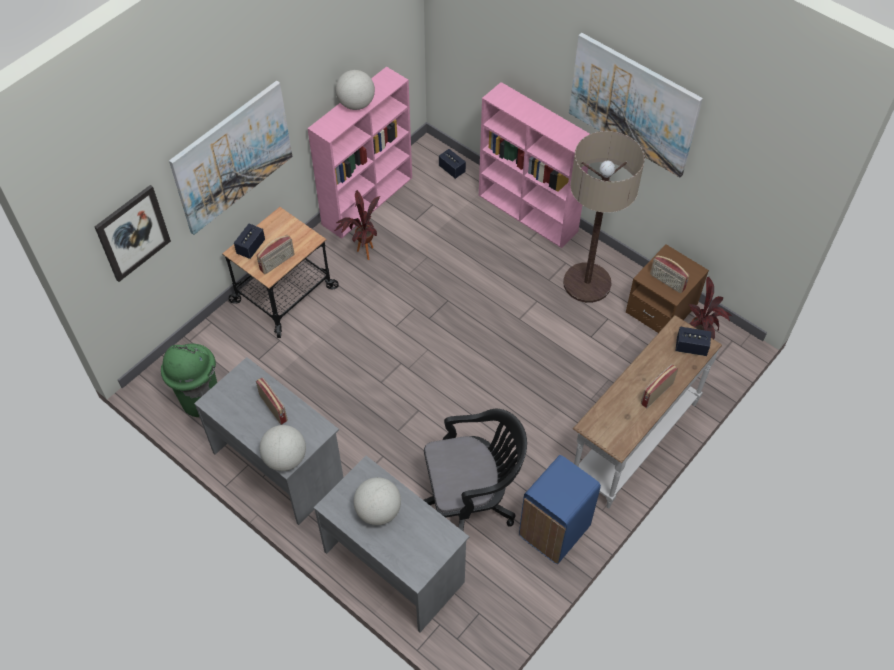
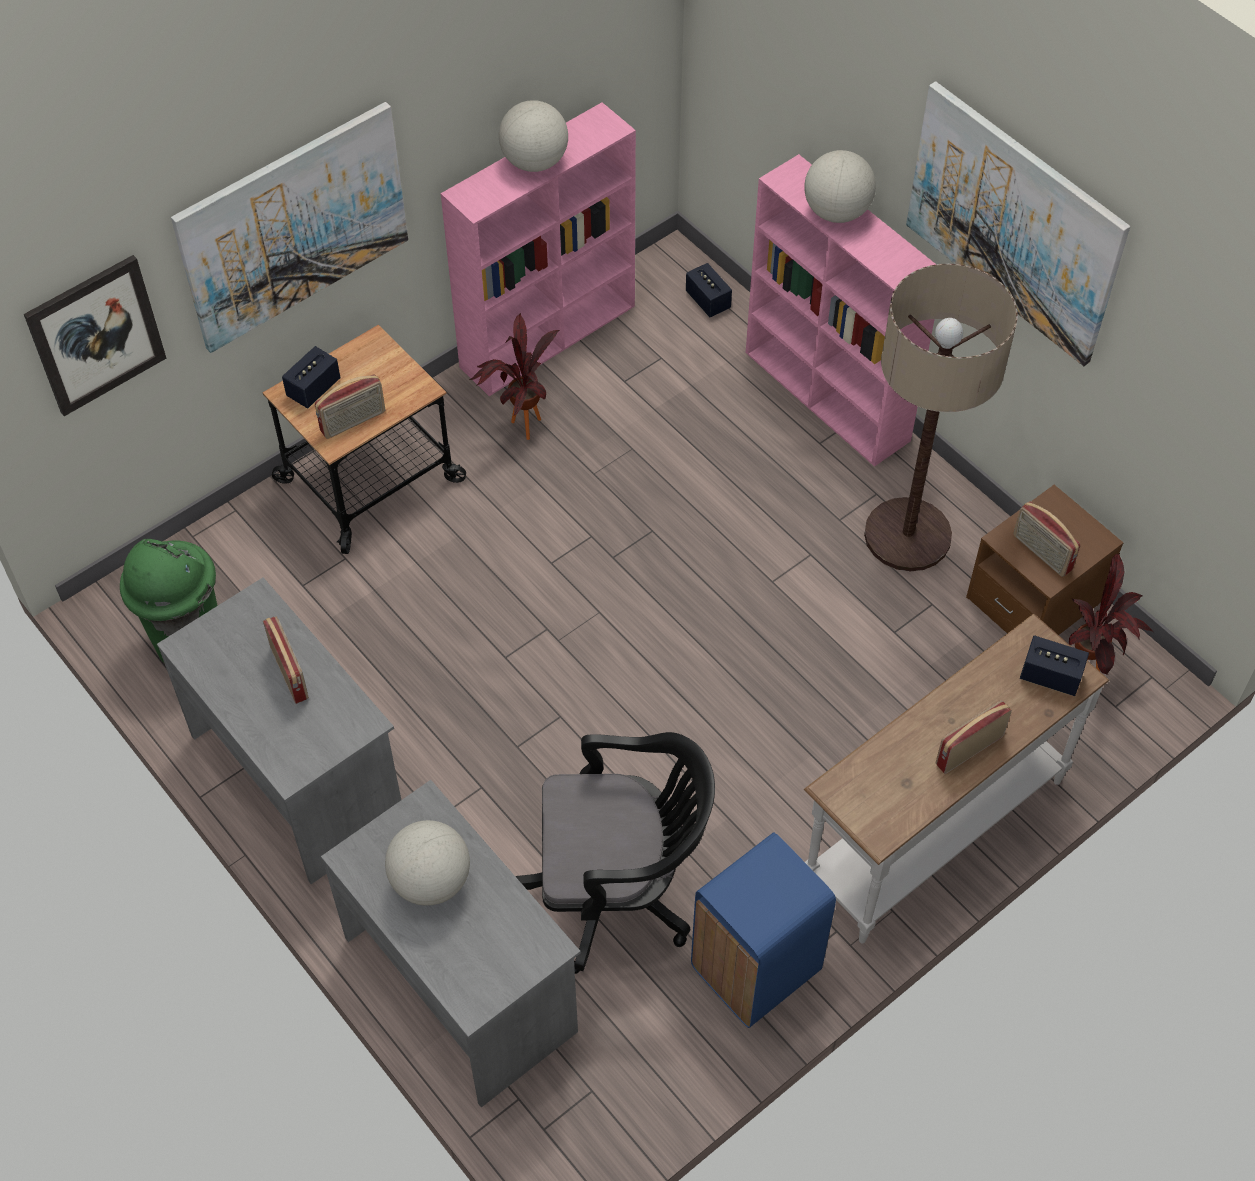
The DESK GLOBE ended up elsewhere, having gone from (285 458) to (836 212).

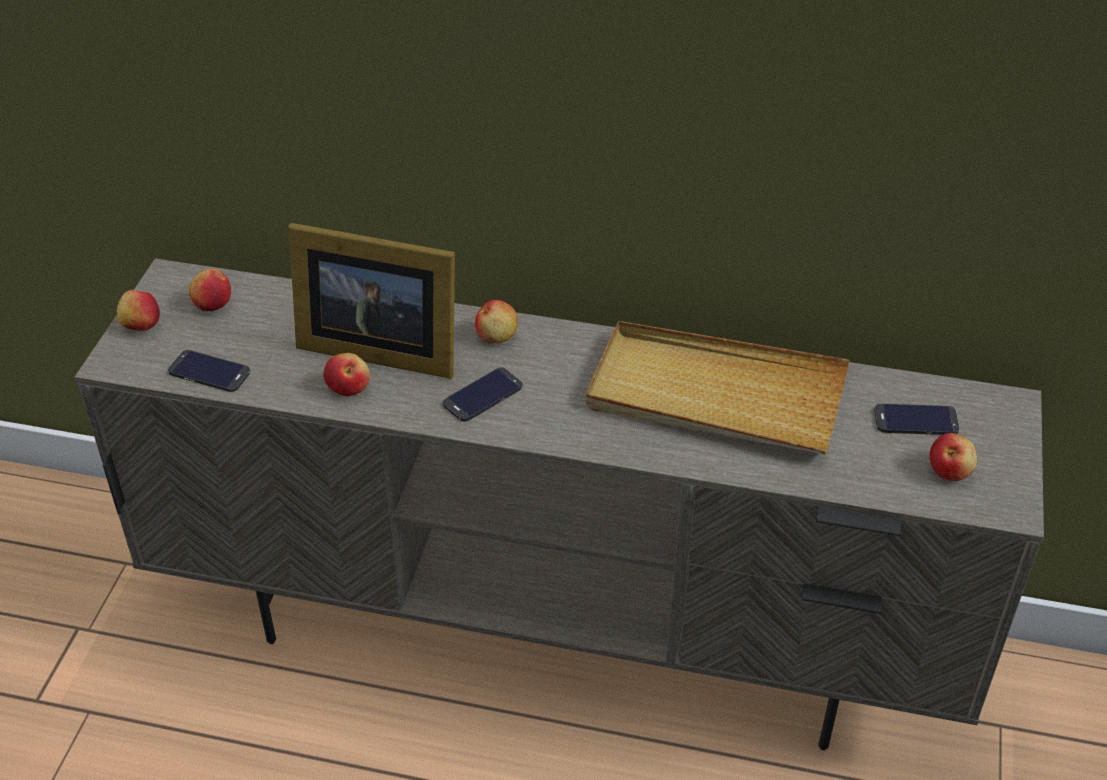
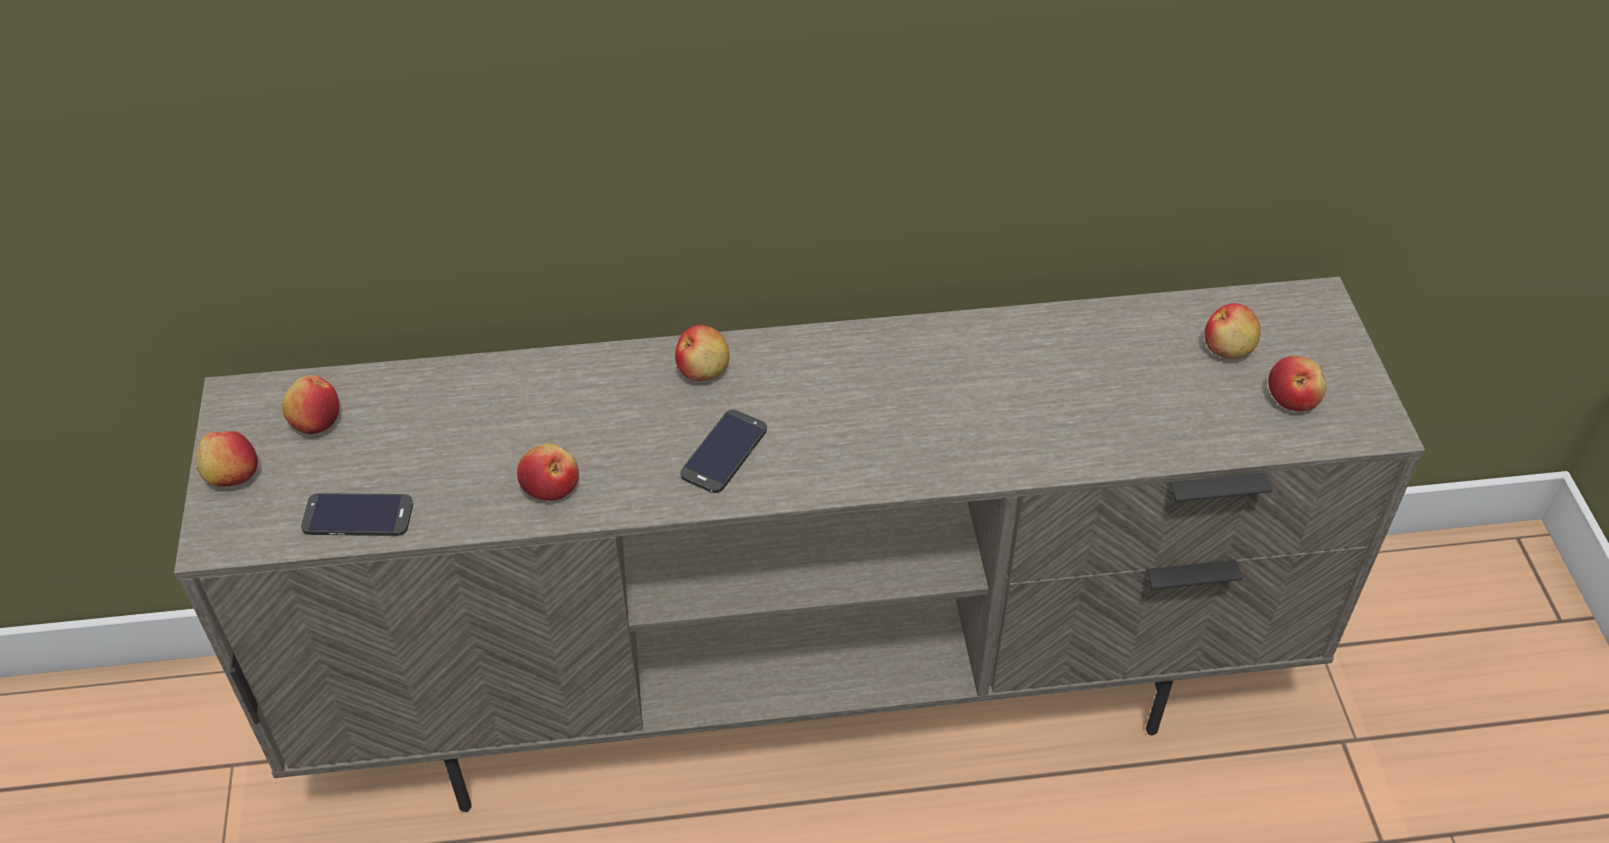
The second view lost the STANDING FRAME at (376 347).
The second view lost the BEIGE SERVING TRAY at (715 395).
Where the HANDSET stood at (916 420), the WHOLE APPLE came to stand at (1228 348).

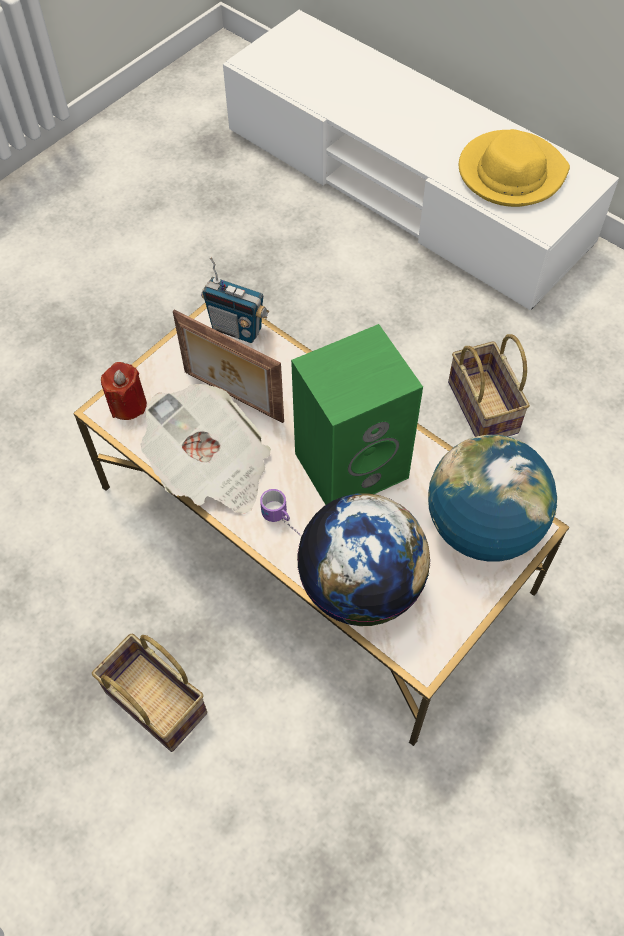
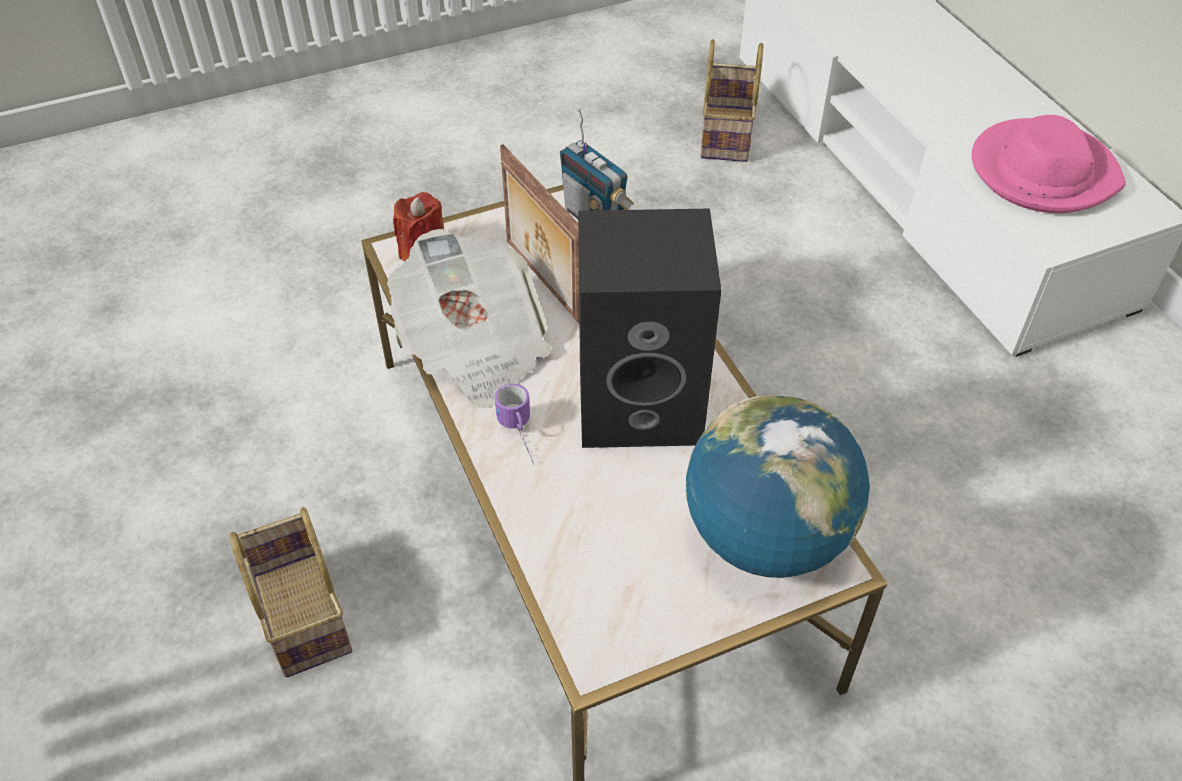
The second view lost the DESK GLOBE at (361 586).
The HOUSEHOLD BASKET ended up elsewhere, having gone from (485 408) to (728 135).
What was the GREENISH AUDIO SPEAKER at (352 463) turned into the BLACKISH AUDIO SPEAKER at (643 402).
What was the YELLOWISH WEARABLE HAT at (510 173) turned into the PINK-COLOURED WEARABLE HAT at (1042 172).

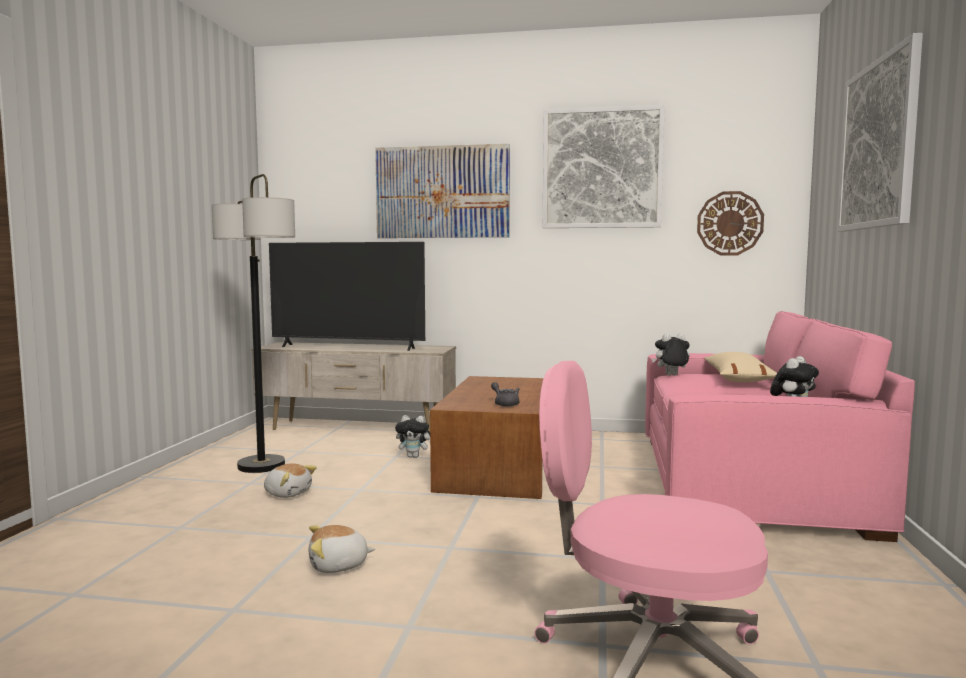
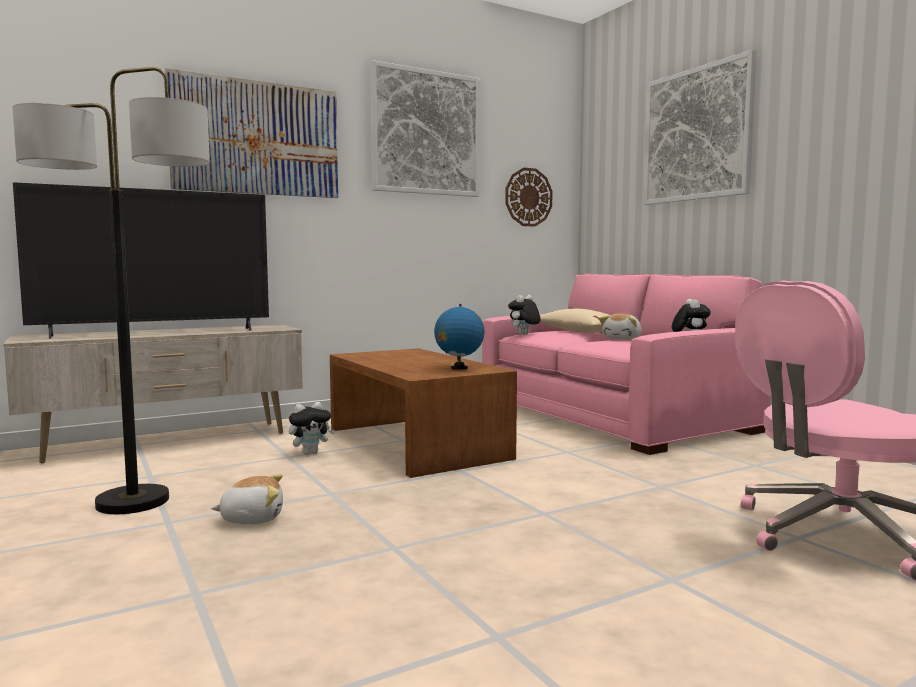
The SOFT TOY ended up elsewhere, having gone from (338 566) to (623 339).
Where the GRAY TEAPOT stood at (505 404), the DESK GLOBE came to stand at (459 368).

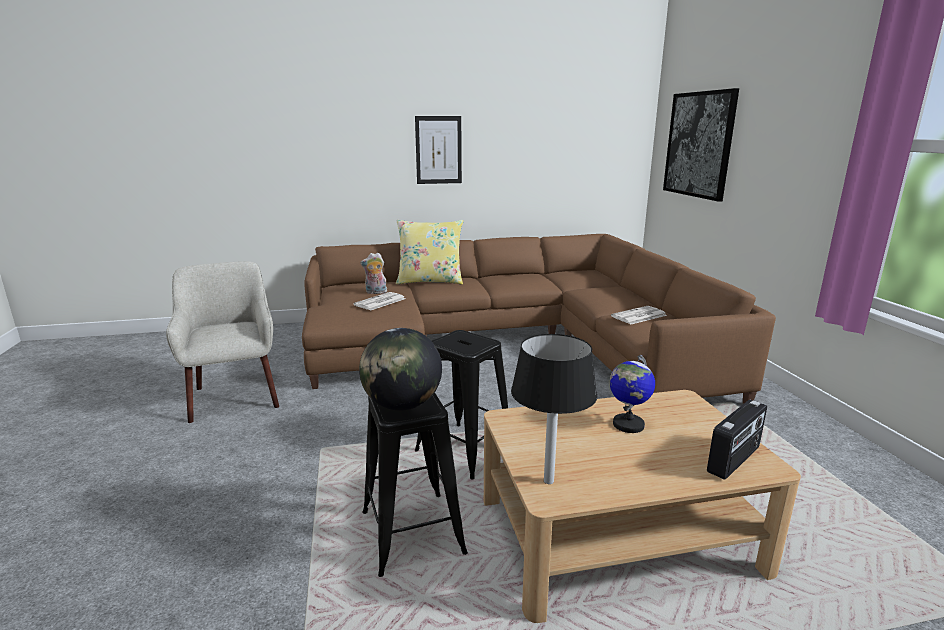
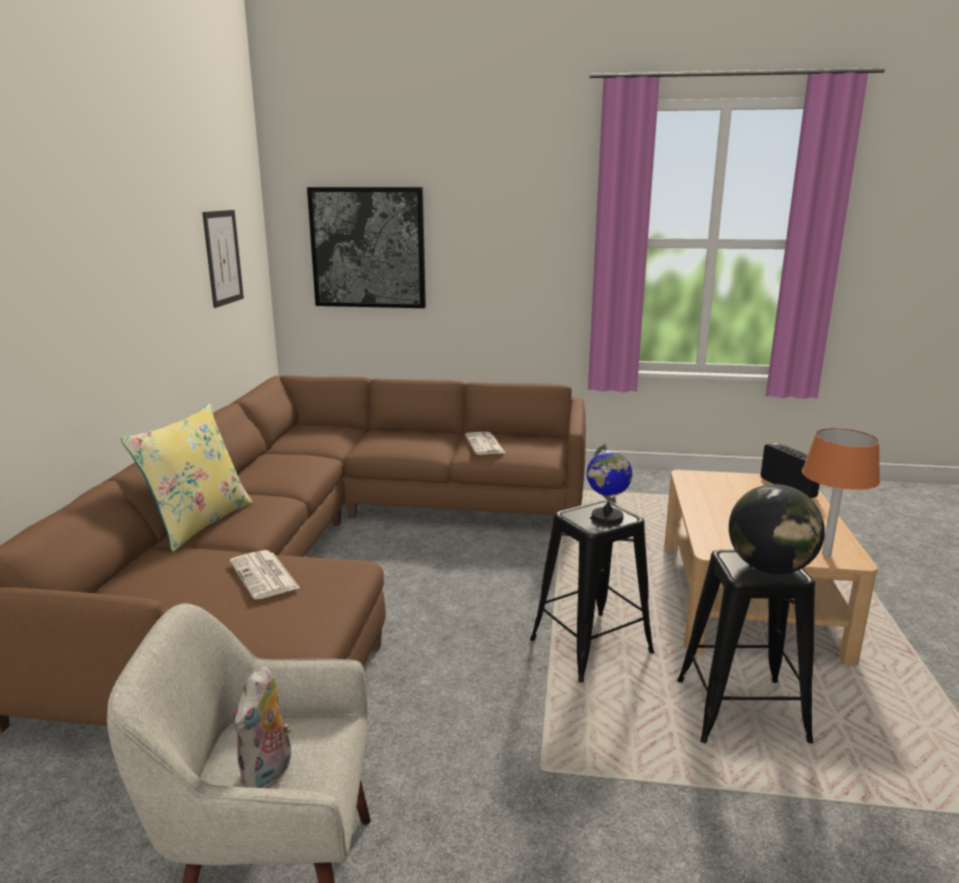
The SOFT TOY ended up elsewhere, having gone from (375 292) to (269 774).
The PICTURE ended up elsewhere, having gone from (438 150) to (223 257).
The DESK GLOBE ended up elsewhere, having gone from (627 425) to (607 518).
What was the BLACKISH LAMP FOR A TABLE at (548 481) turned into the ORANGEY LAMP FOR A TABLE at (826 554).

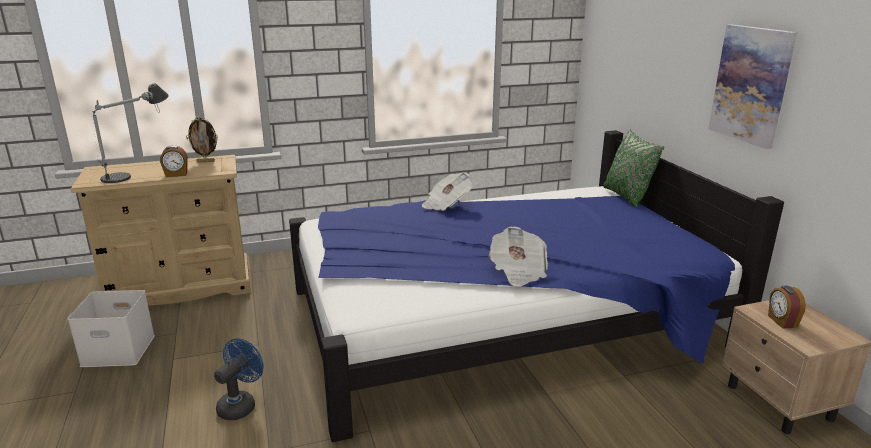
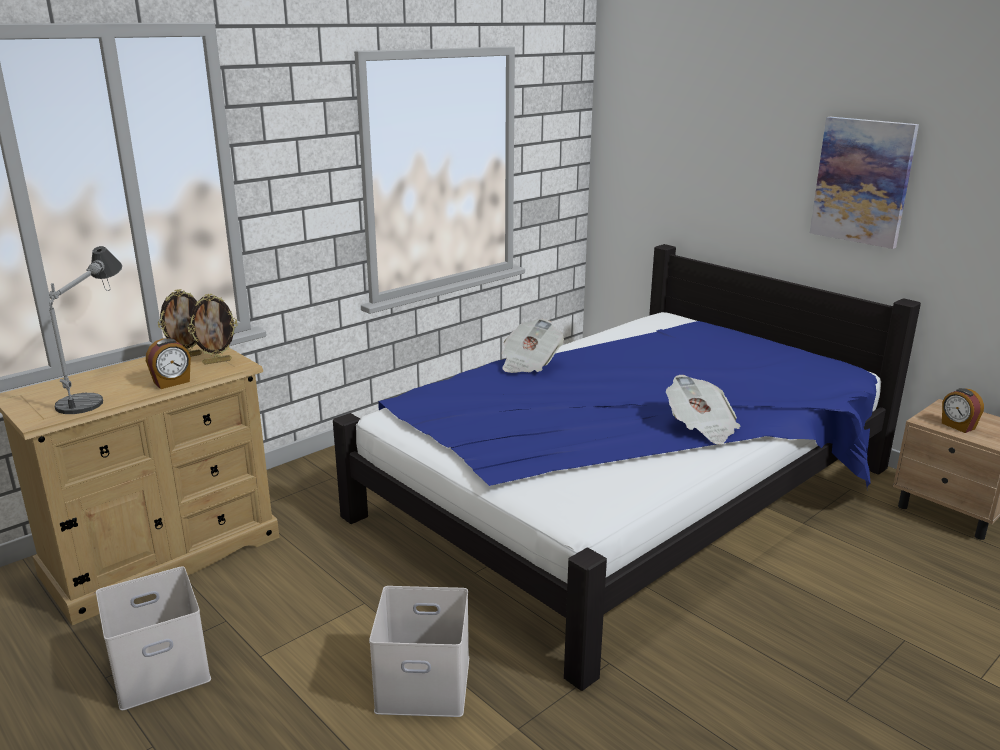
The second view lost the GREENISH PILLOW at (626 197).
The second view gained the STANDING FRAME at (217 361).
Where the BLUE COOLING FAN stood at (240 405), the WHITISH STORAGE CONTAINER came to stand at (421 685).

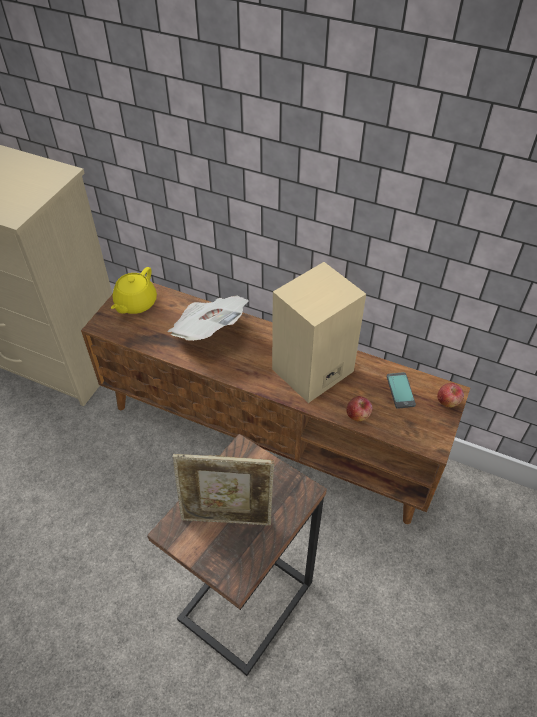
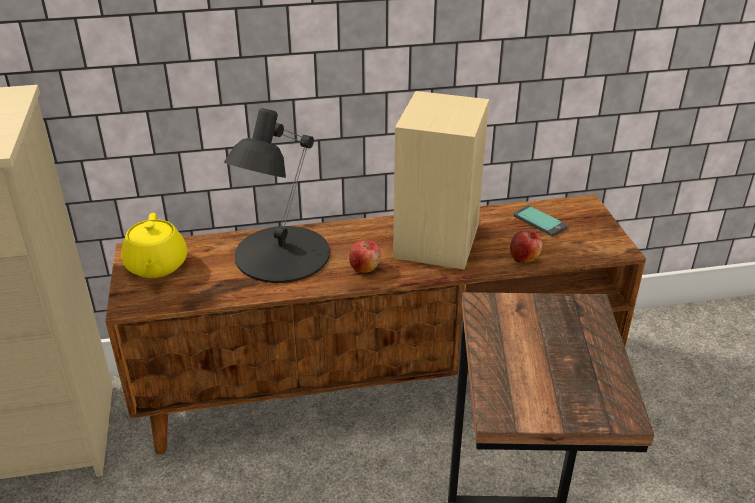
The second view lost the STANDING FRAME at (227 517).
The WHOLE APPLE ended up elsewhere, having gone from (448 401) to (365 267).
Where the NEWSPAPER stood at (208 331), the BLACKISH LAMP FOR A TABLE came to stand at (280 254).

